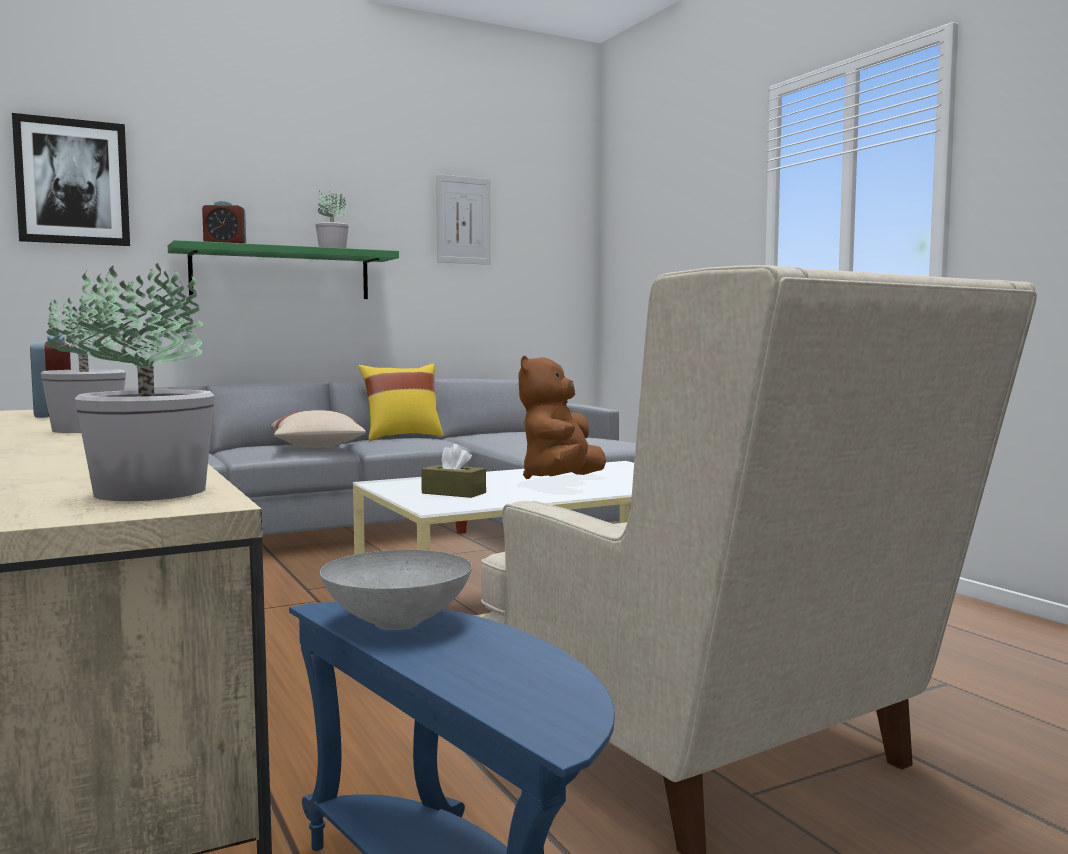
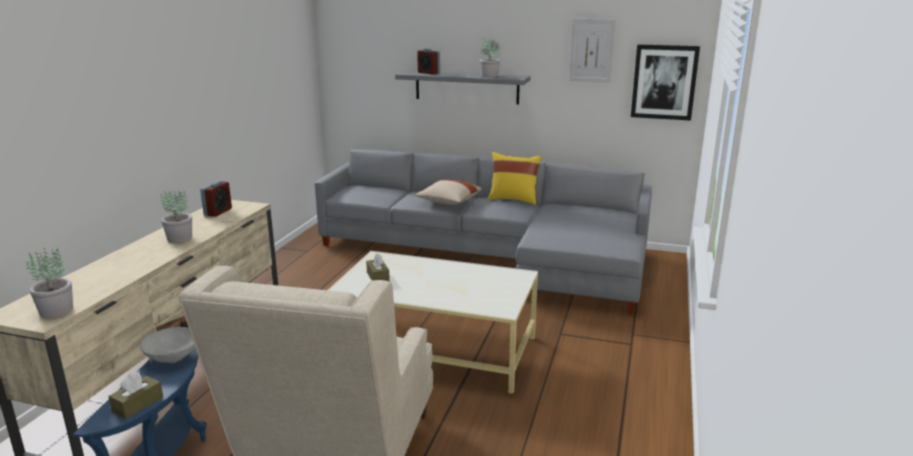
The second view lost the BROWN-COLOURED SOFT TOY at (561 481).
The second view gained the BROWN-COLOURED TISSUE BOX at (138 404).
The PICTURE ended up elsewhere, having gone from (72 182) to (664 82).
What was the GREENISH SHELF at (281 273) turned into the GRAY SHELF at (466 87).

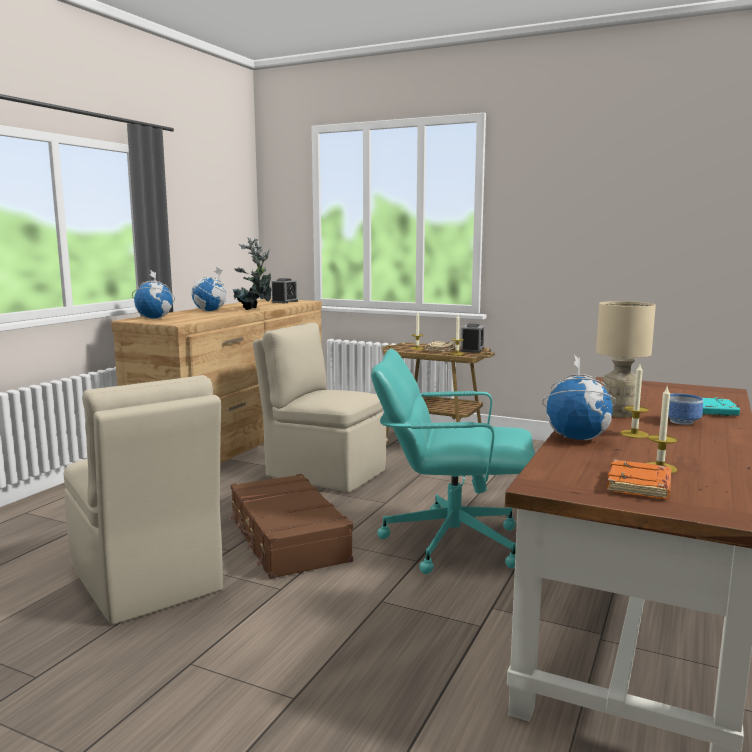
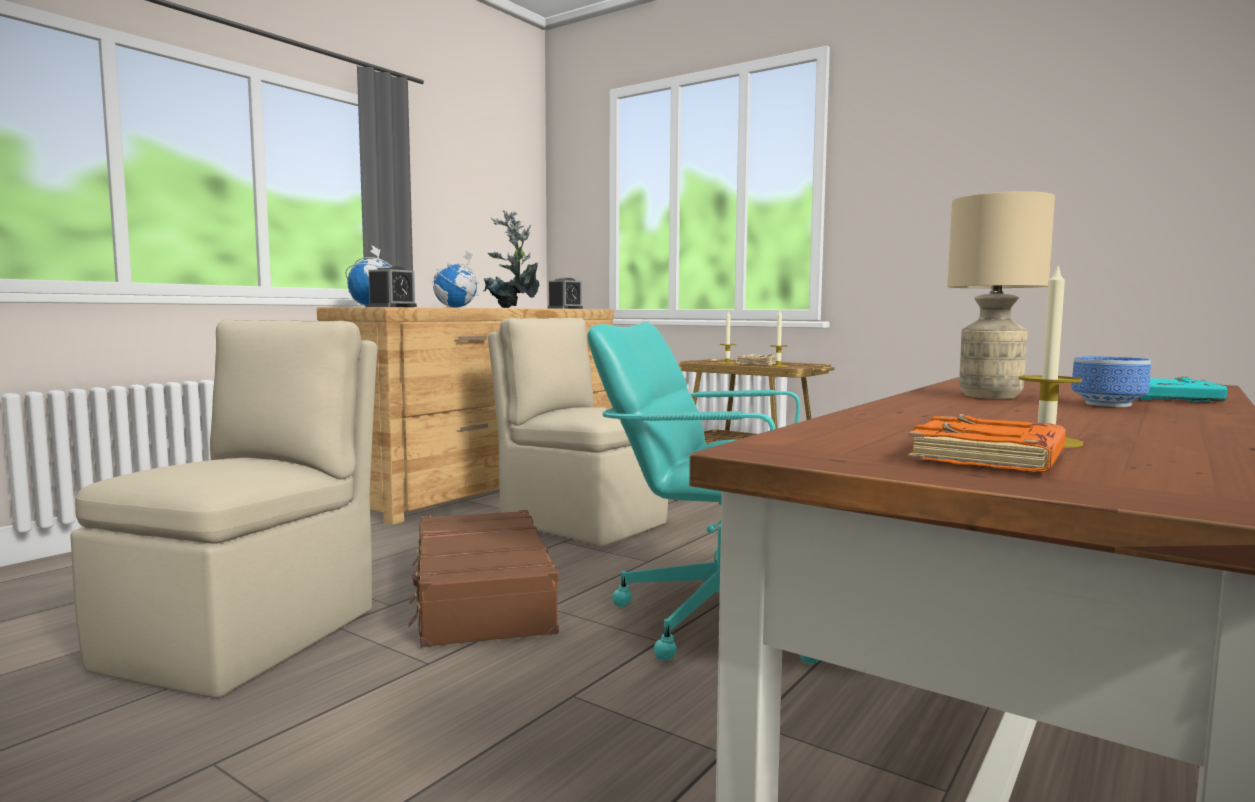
The second view lost the DESK GLOBE at (577 438).
The second view lost the CANDLE at (634 434).
The TABLE CLOCK ended up elsewhere, having gone from (472 350) to (392 306).
The BEIGE CHAIR at (146 581) ended up facing another way, 135 degrees counterclockwise from before.

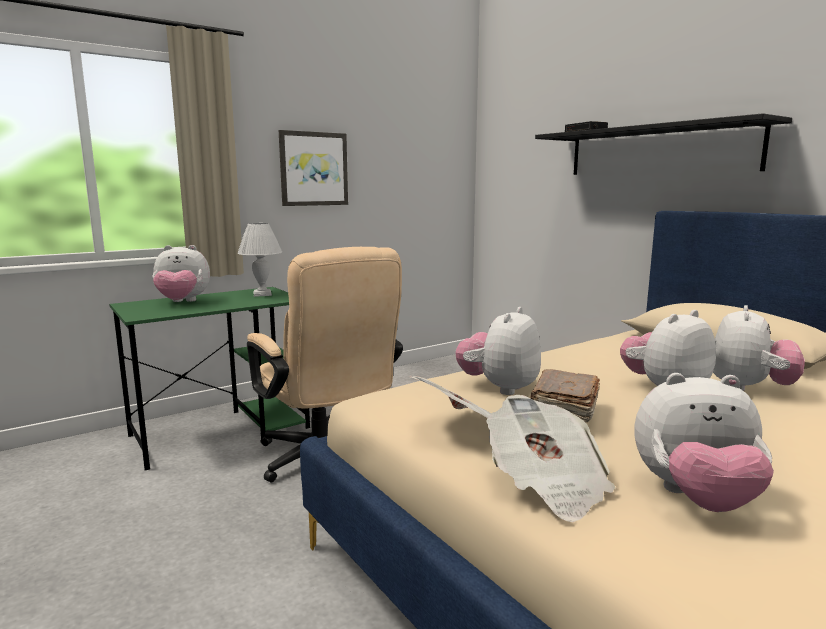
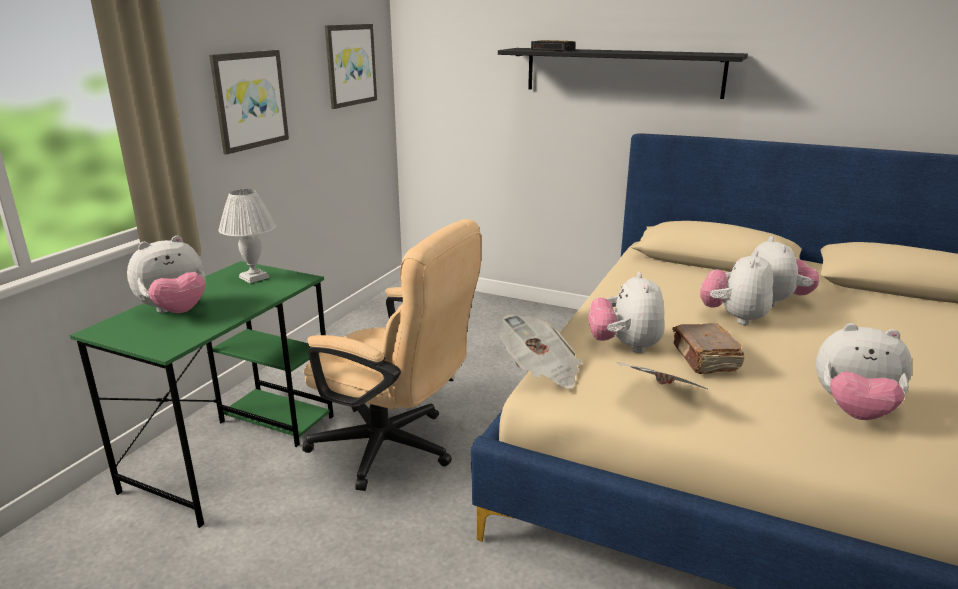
The second view gained the PICTURE at (350 65).
The NEWSPAPER ended up elsewhere, having gone from (547 485) to (541 371).
The SOFT TOY at (695 498) ended up facing another way, 45 degrees clockwise from before.

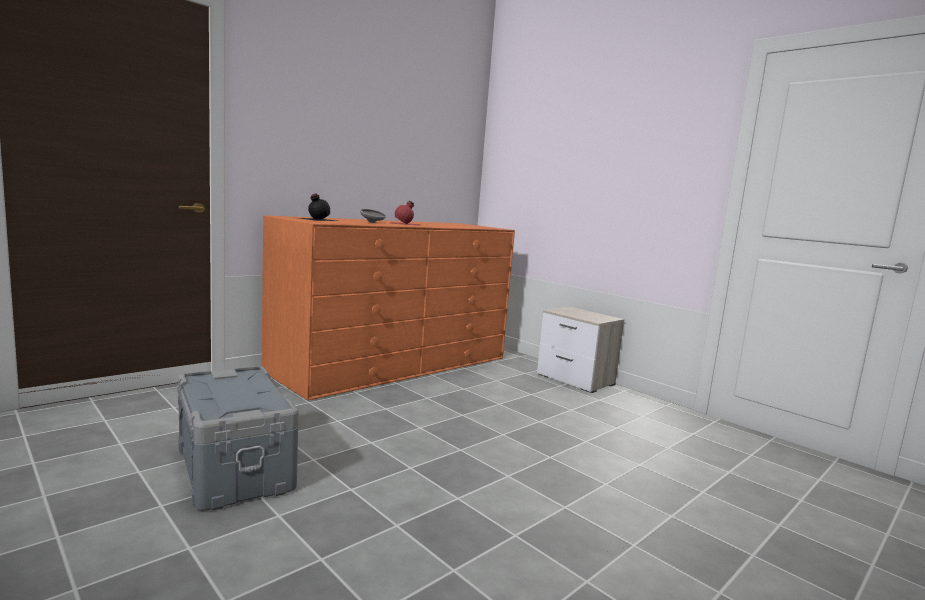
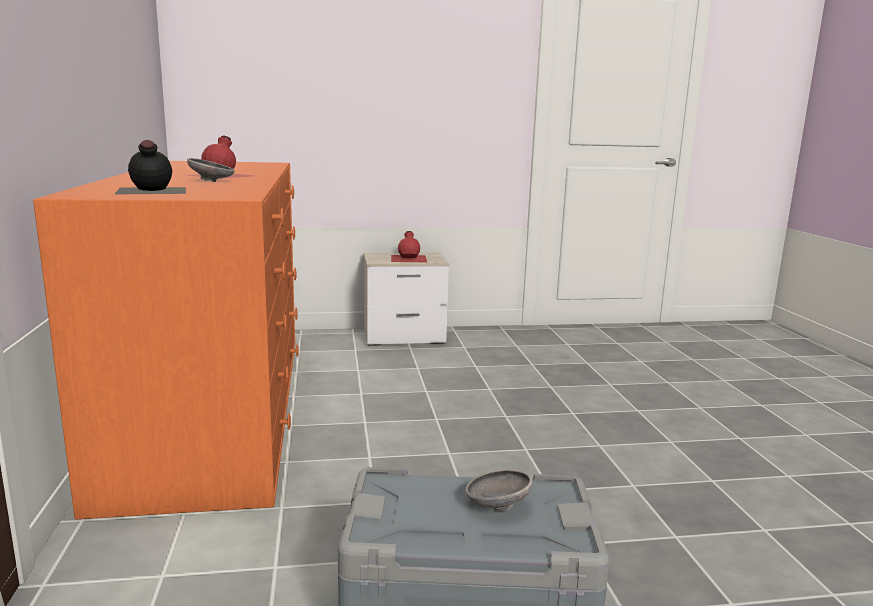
The second view gained the RED-COLOURED DRINK BOTTLE at (409 258).
The second view gained the GRAY BOWL at (496 506).

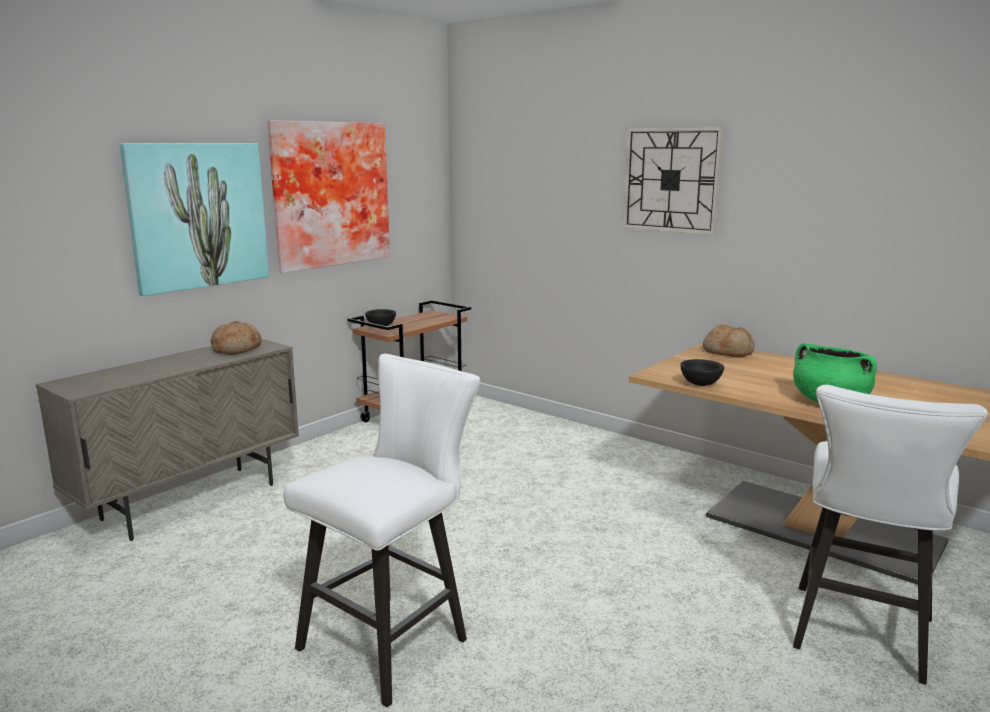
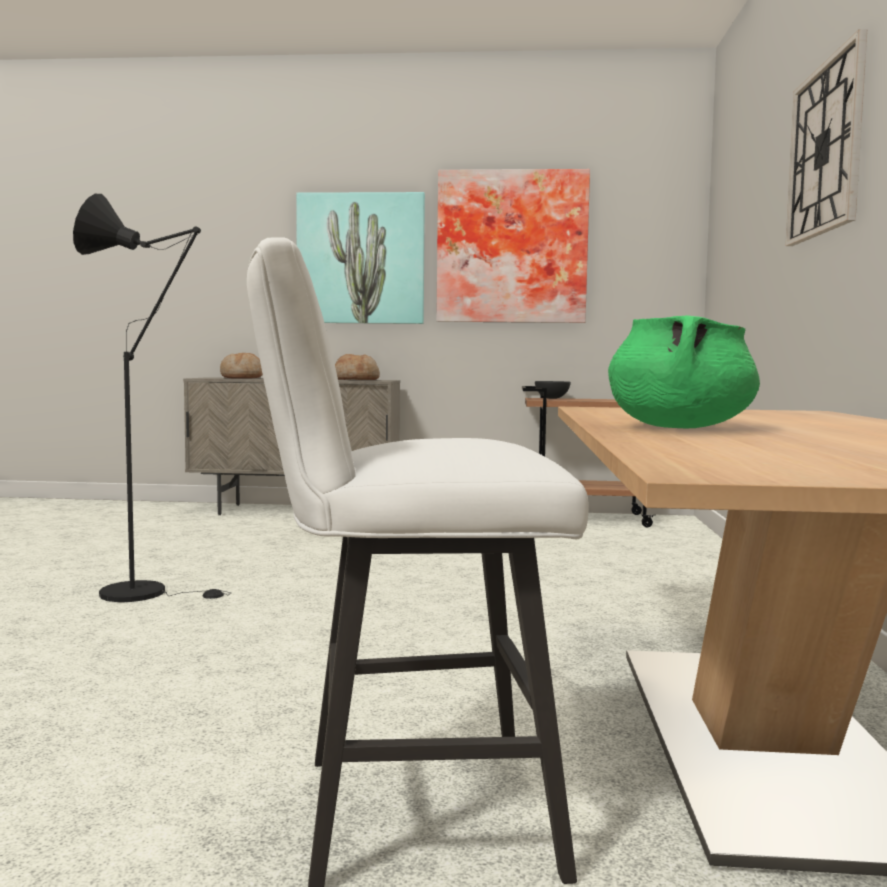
The second view lost the BLACKISH BOWL at (701 384).
The BREAD ended up elsewhere, having gone from (728 352) to (243 378).
Where the WHITISH STOOL SEAT stood at (392 640), the BLACKISH STANDARD LAMP came to stand at (146 592).

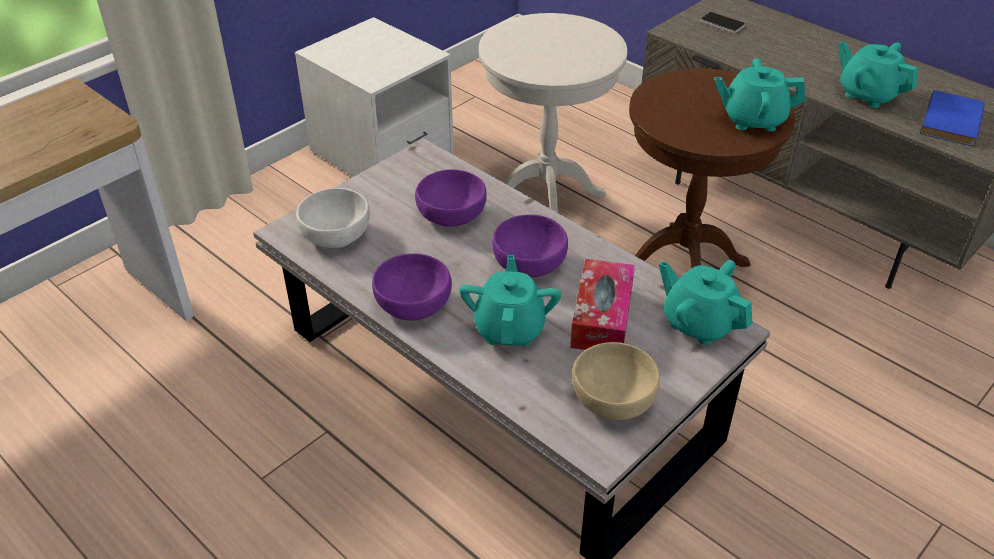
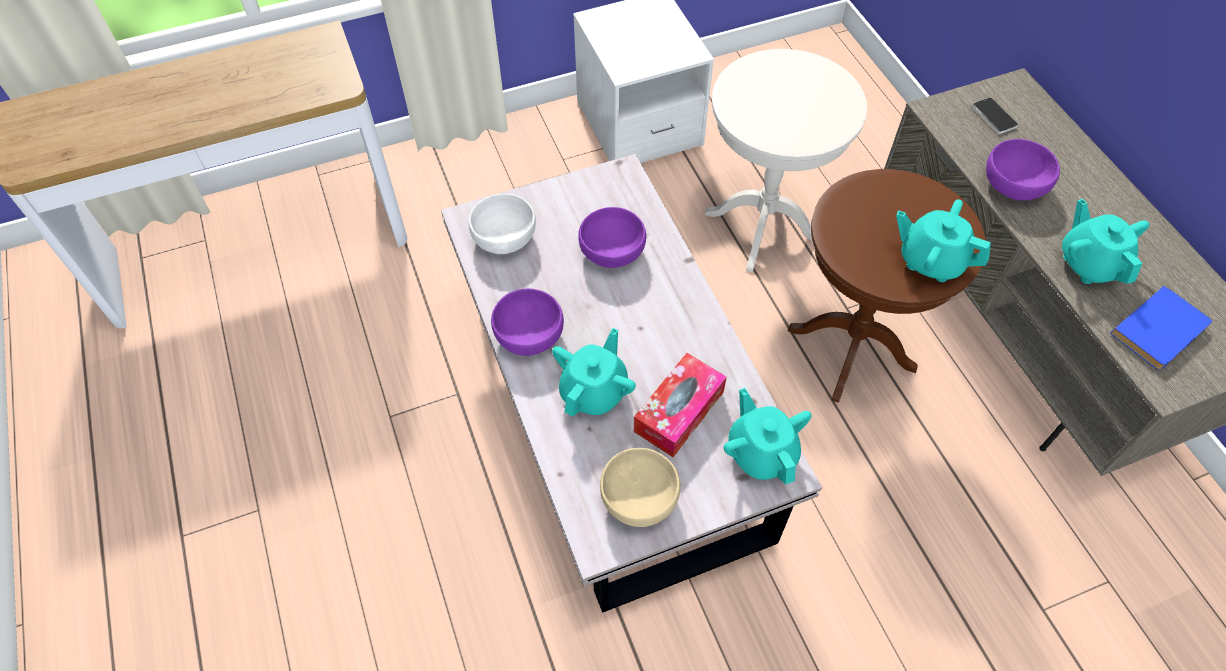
The PURPLISH BOWL ended up elsewhere, having gone from (528 263) to (1013 184).

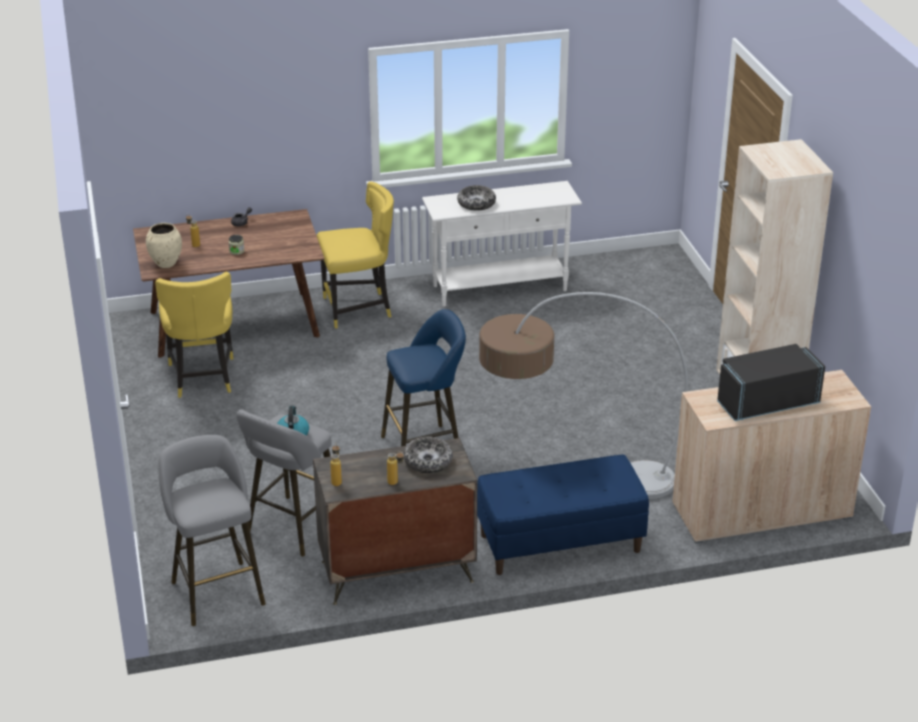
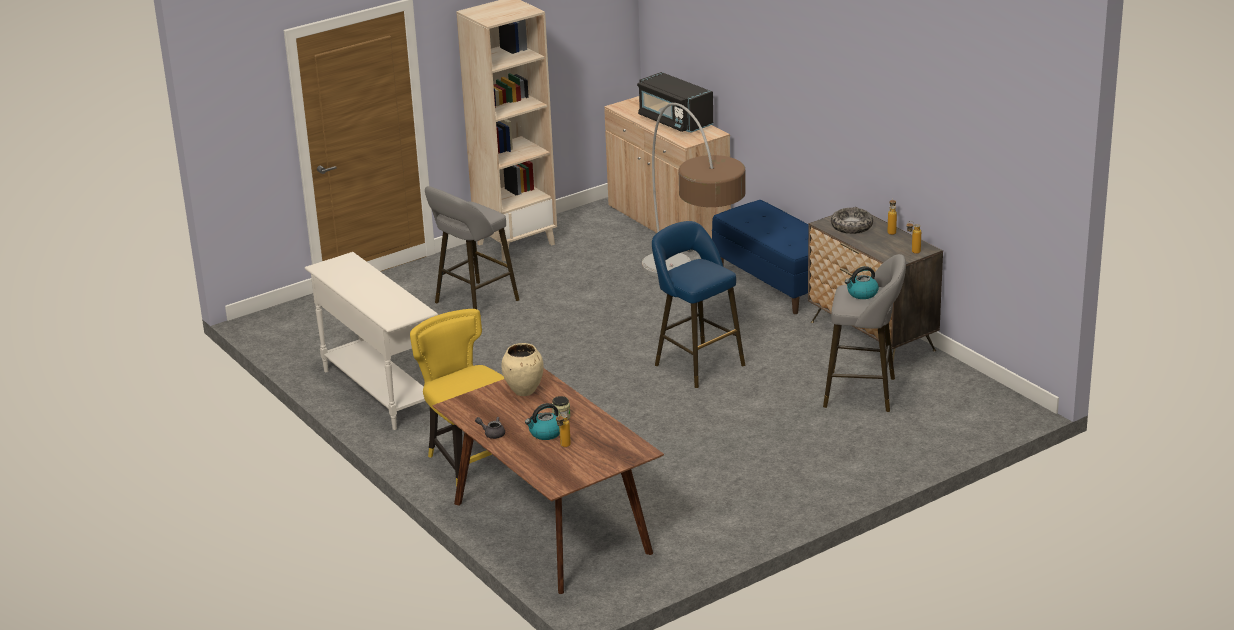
The second view lost the YELLOWISH CHAIR at (202 378).
The second view lost the BOWL at (476 203).
The second view gained the TEA KETTLE at (545 433).
The BEIGE FLOWER VASE ended up elsewhere, having gone from (166 264) to (524 391).
The GRAY STOOL SEAT ended up elsewhere, having gone from (216 590) to (473 303).

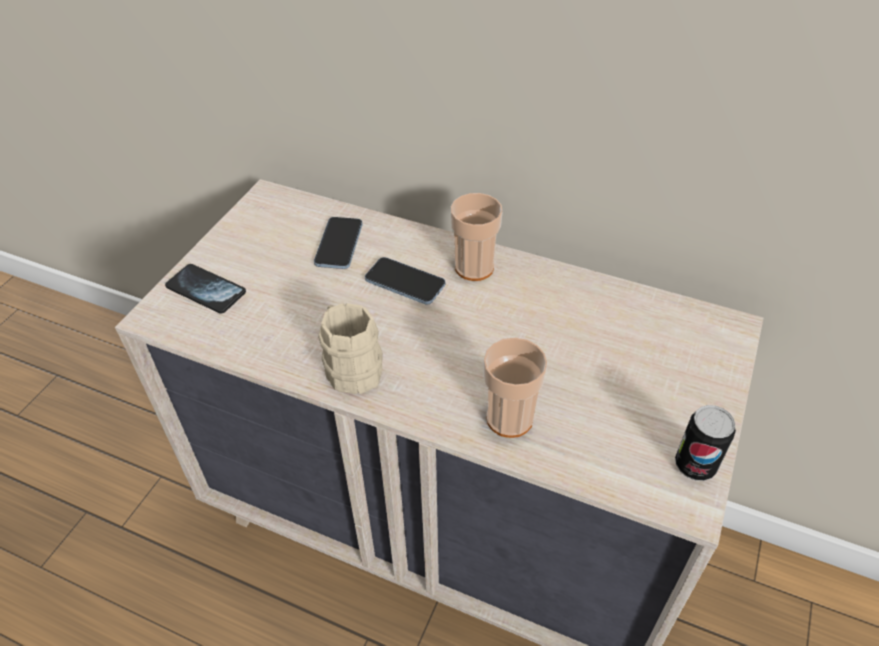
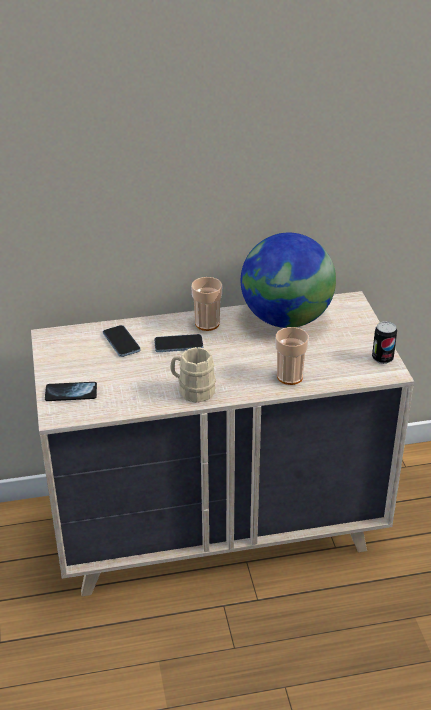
The second view gained the DESK GLOBE at (286 319).

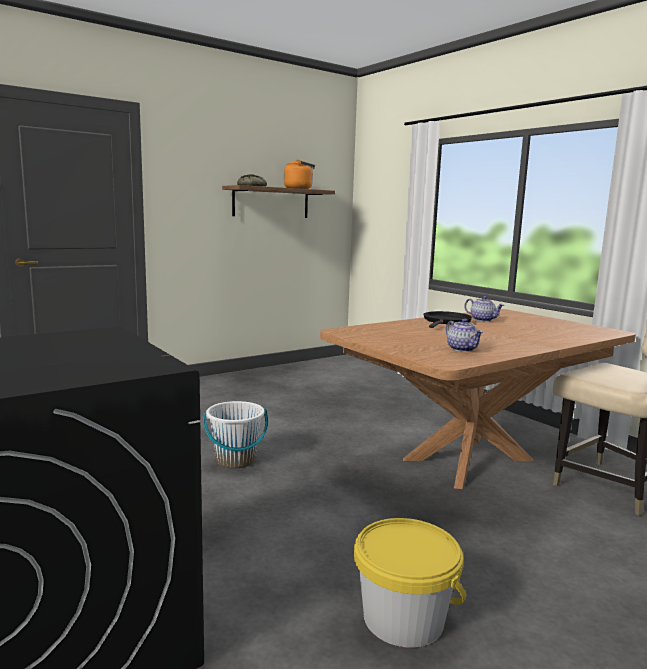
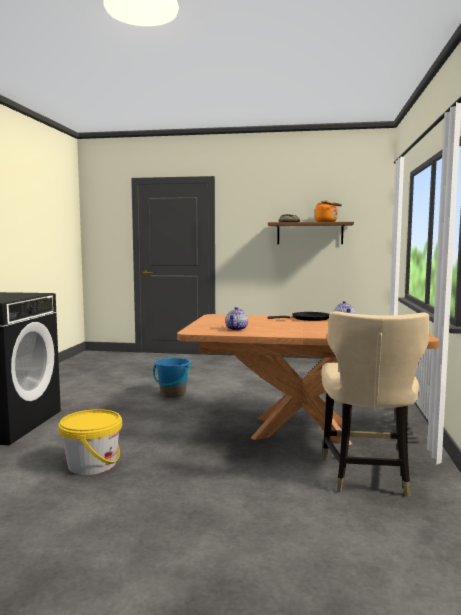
What was the WHITISH BUCKET at (235 460) turned into the BLUE BUCKET at (173 394).

